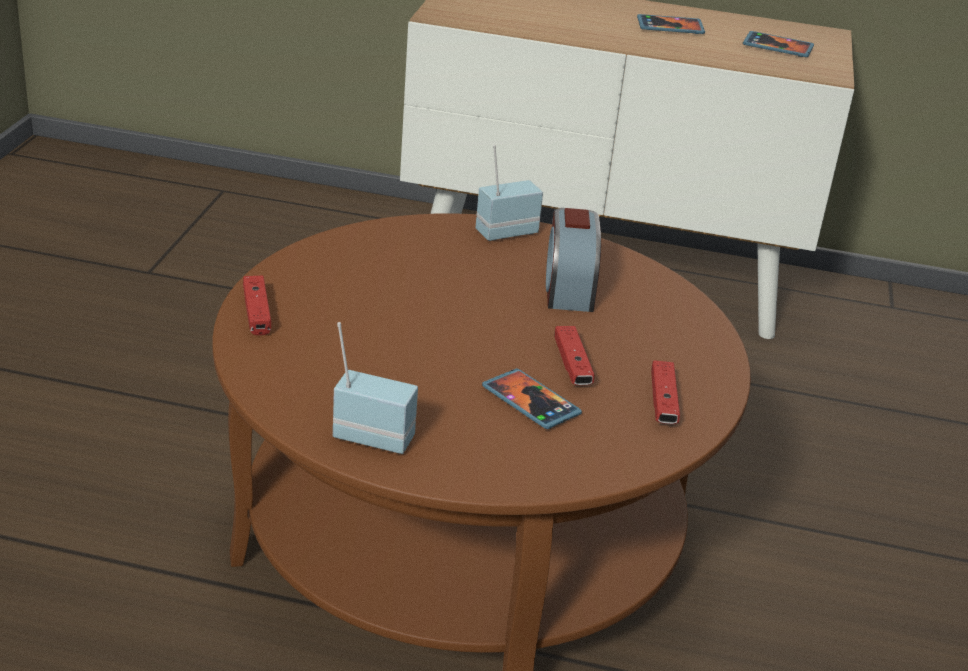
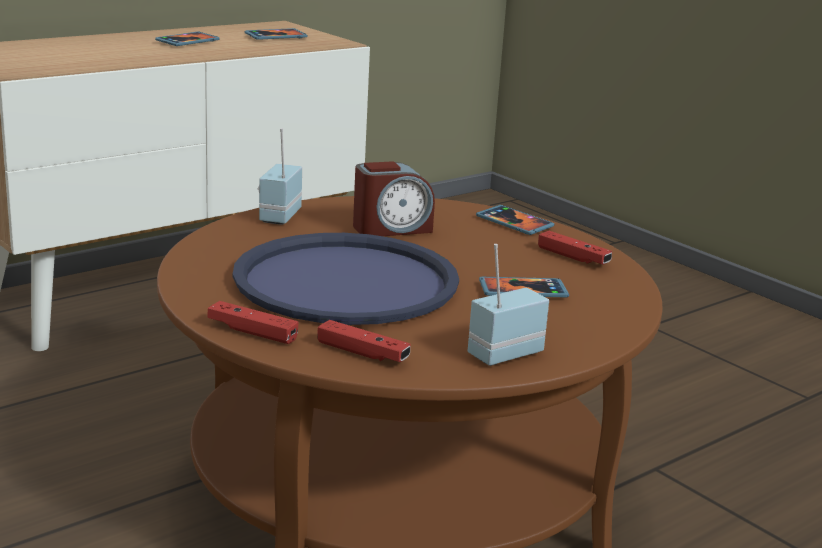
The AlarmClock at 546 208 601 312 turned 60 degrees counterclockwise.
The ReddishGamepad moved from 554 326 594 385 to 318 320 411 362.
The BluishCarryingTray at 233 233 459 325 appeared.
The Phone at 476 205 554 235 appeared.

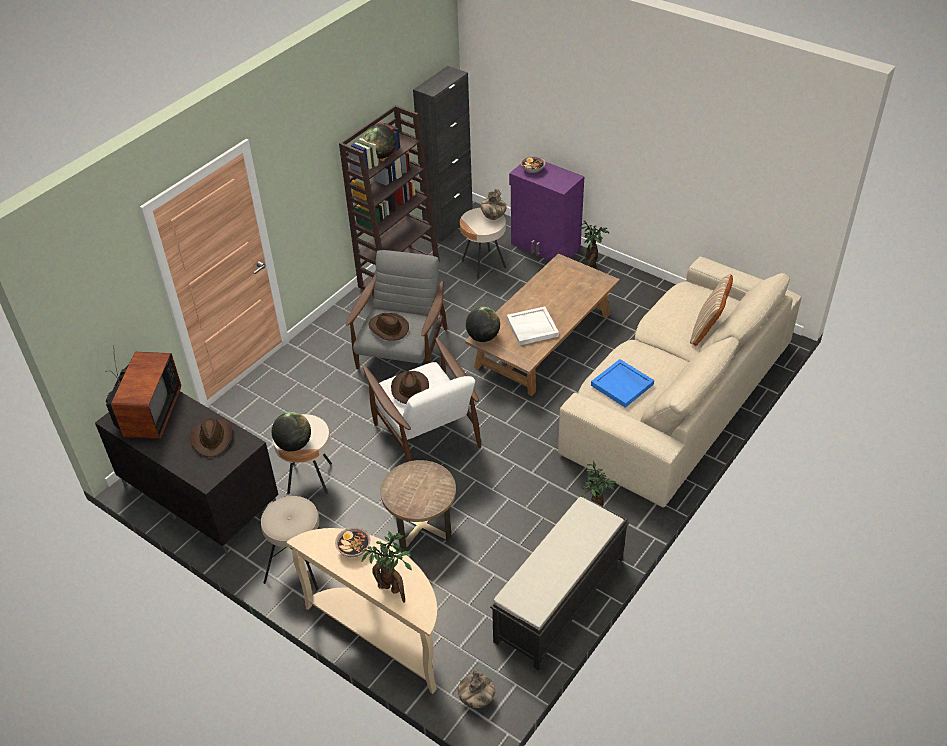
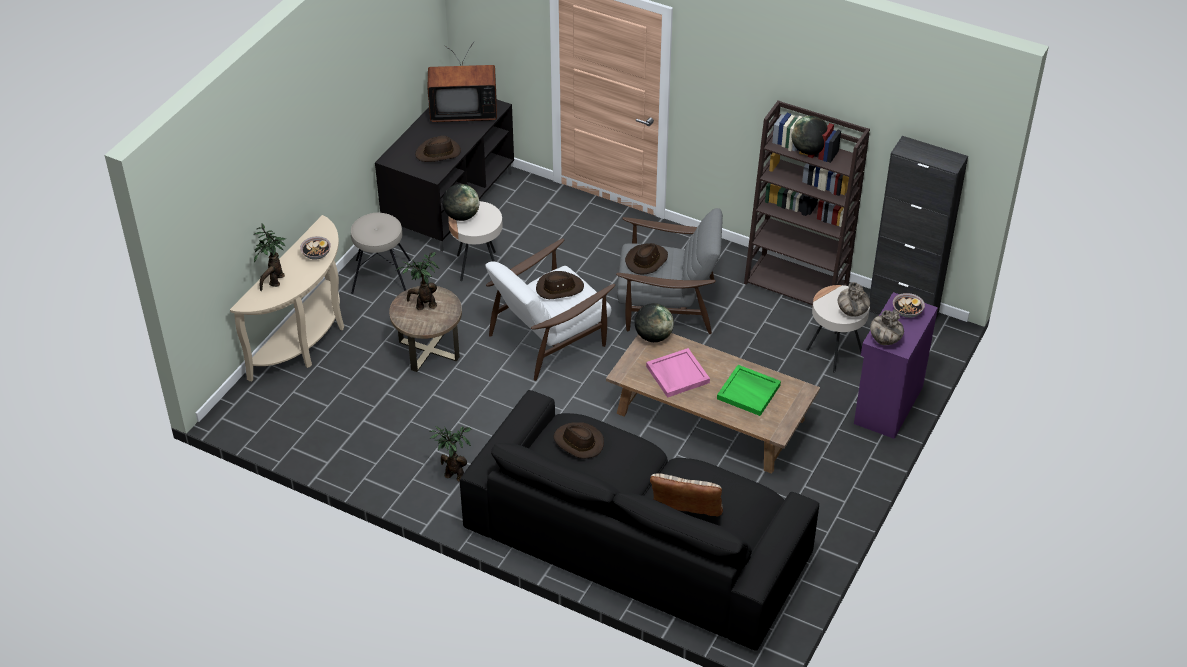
The DecorativeVase moved from 458 669 495 709 to 870 310 904 345.
The BlackLongSeat at 490 497 629 670 disappeared.
The WhitishCarryingTray at 507 307 559 345 became the PinkCarryingTray at 646 348 710 398.
The BeigeColouredSettee at 558 256 802 508 became the BlackSettee at 460 390 819 651.
The PlantInAPot moved from 579 220 610 269 to 396 252 439 310.
The BluishCarryingTray at 591 359 654 408 was replaced by the BrownClothingHat at 554 422 604 458.
The GreenishCarryingTray at 717 365 781 416 appeared.

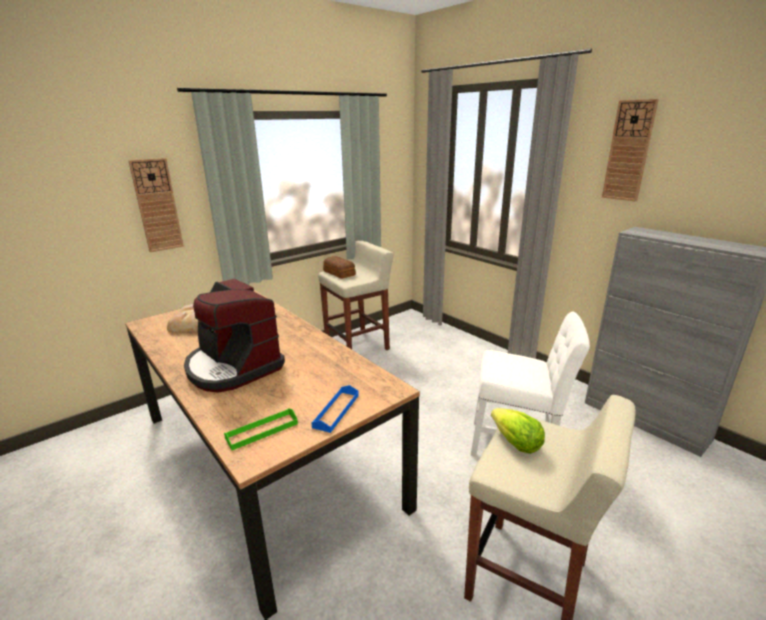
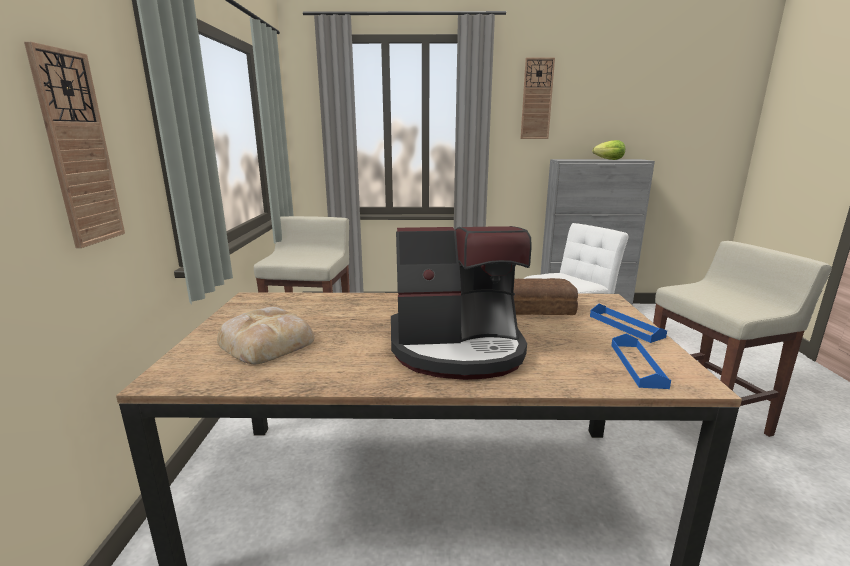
The GreenishCarryingTray at 224 408 298 450 became the BluishCarryingTray at 611 334 671 389.
The BakedBread moved from 323 256 356 279 to 514 278 578 315.
The Lettuce moved from 491 408 545 454 to 593 140 625 160.

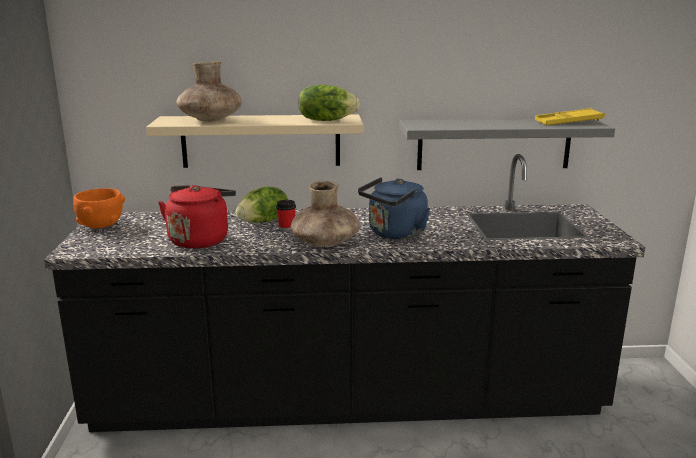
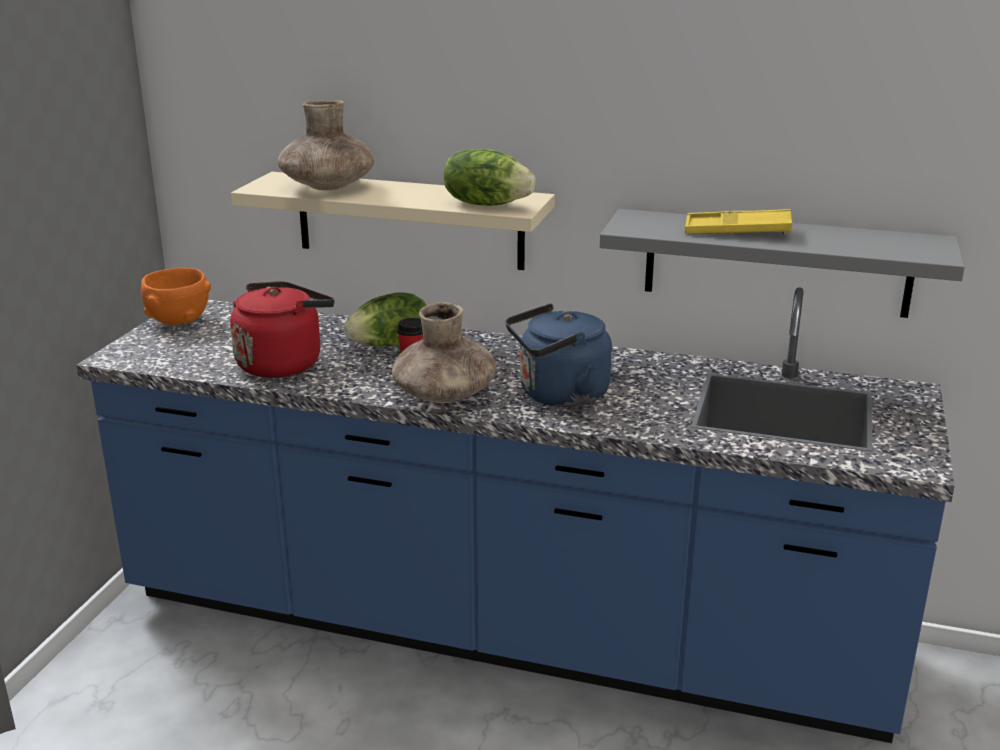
The BlackKitchenBaseUnit at 44 154 645 432 became the BluishKitchenBaseUnit at 76 287 955 743.
The YellowColouredCarryingTray moved from 535 108 605 125 to 685 209 792 234.

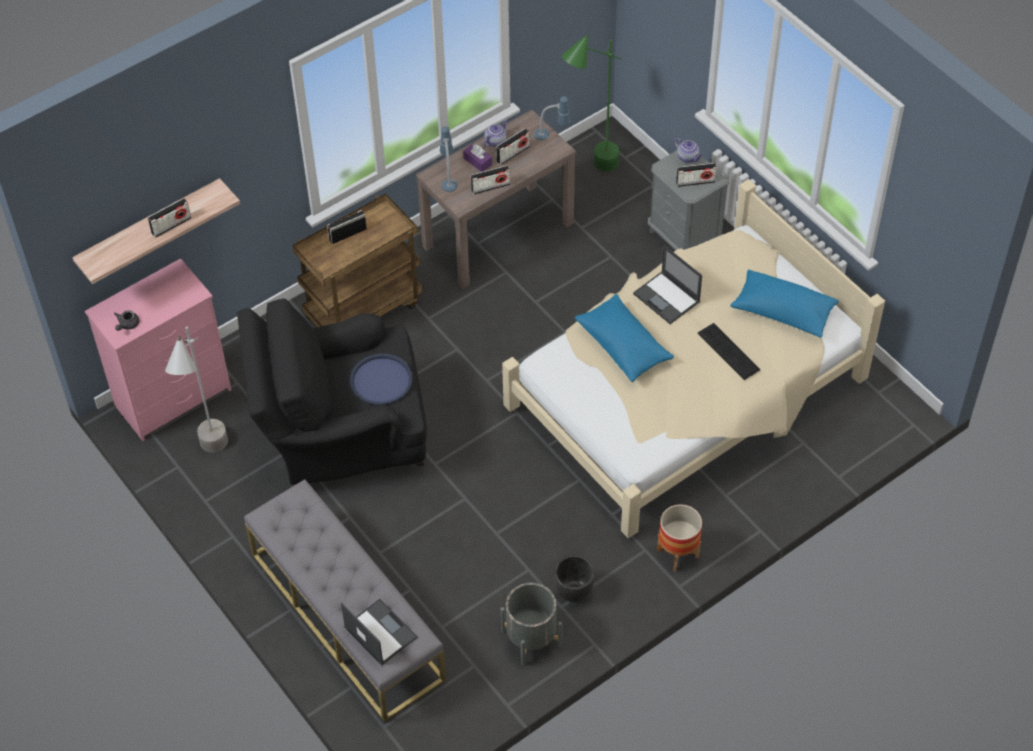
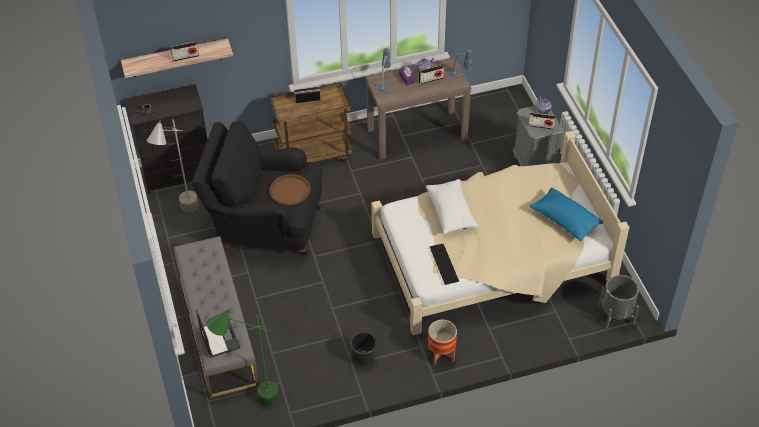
The PinkChestOfDrawers at 85 258 231 441 became the BlackChestOfDrawers at 126 84 208 194.
The BluishCarryingTray at 350 354 413 405 became the BrownCarryingTray at 269 174 311 205.
The RadioReceiver at 471 165 510 195 disappeared.
The GreyFlowerPot moved from 500 583 562 666 to 598 275 639 328.
The GreenishStandardLamp moved from 562 34 622 172 to 206 310 279 406.
The BluishCushion at 575 294 674 382 became the WhitishCushion at 426 179 478 234.
The PortableComputer at 633 245 702 324 disappeared.
The ComputerKeyboard moved from 698 323 760 380 to 430 244 459 285.

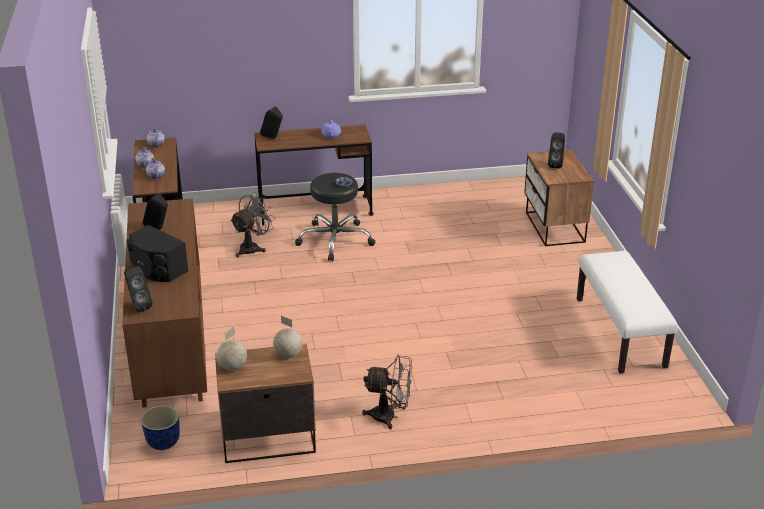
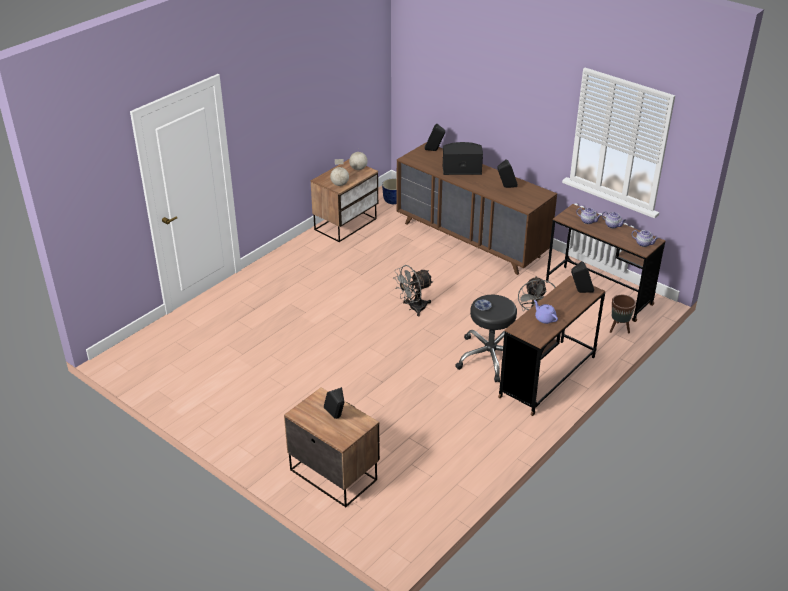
The GreyElectricFan moved from 362 355 412 429 to 393 265 433 316.
The WhitishLongSeat at 577 251 678 373 disappeared.
The BrownFlowerPot at 610 295 636 333 appeared.

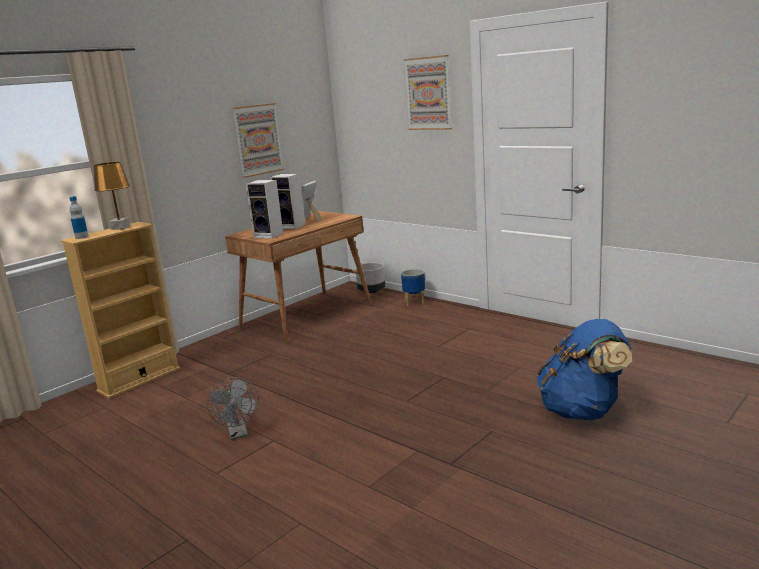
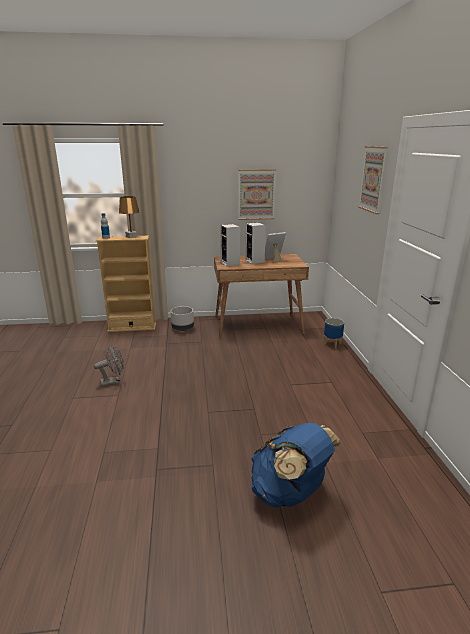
The GreyElectricFan at 207 377 259 440 turned 135 degrees counterclockwise.
The GreyFlowerPot moved from 355 263 385 293 to 171 306 194 331.

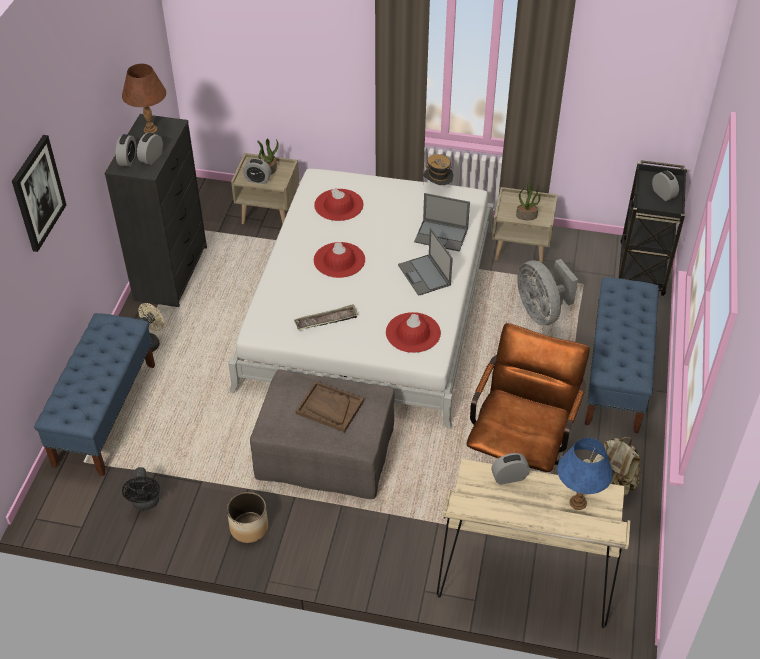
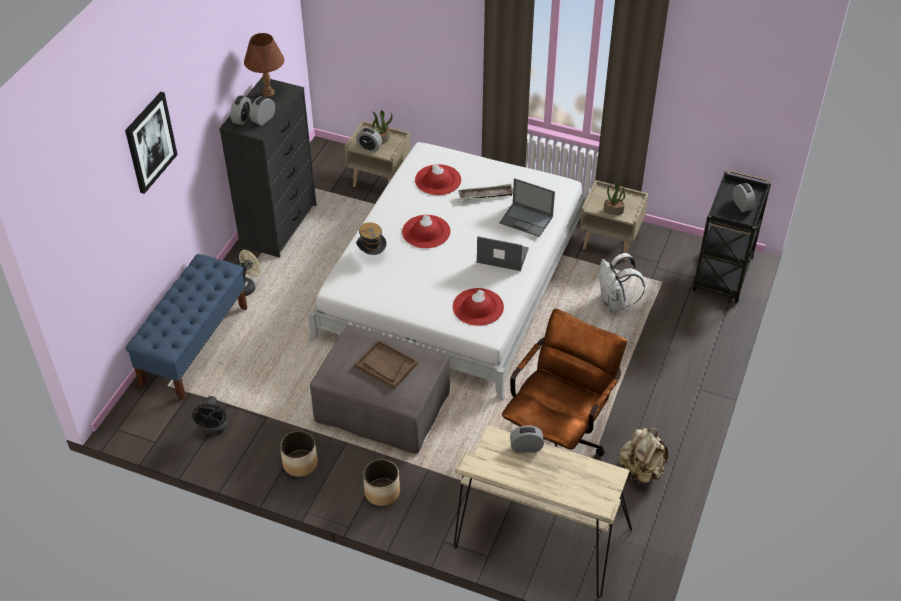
The CarryingTray moved from 294 304 359 331 to 458 184 513 200.
The PortableComputer at 398 228 453 296 turned 120 degrees clockwise.
The ClothingHat moved from 423 154 453 185 to 356 222 387 255.
The GreyElectricFan at 517 259 578 325 was replaced by the WhitishKnapsack at 598 253 645 312.
The BluishLampForATable at 557 438 613 510 disappeared.
The BluishLongSeat at 584 277 659 433 disappeared.
The FlowerPot at 363 459 400 506 appeared.

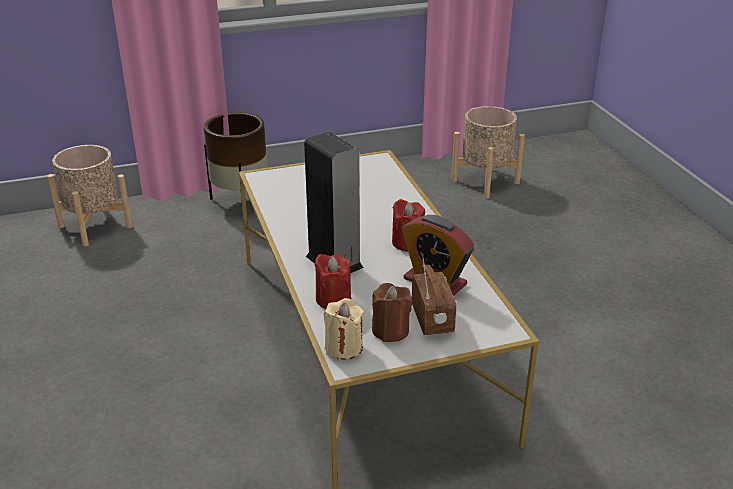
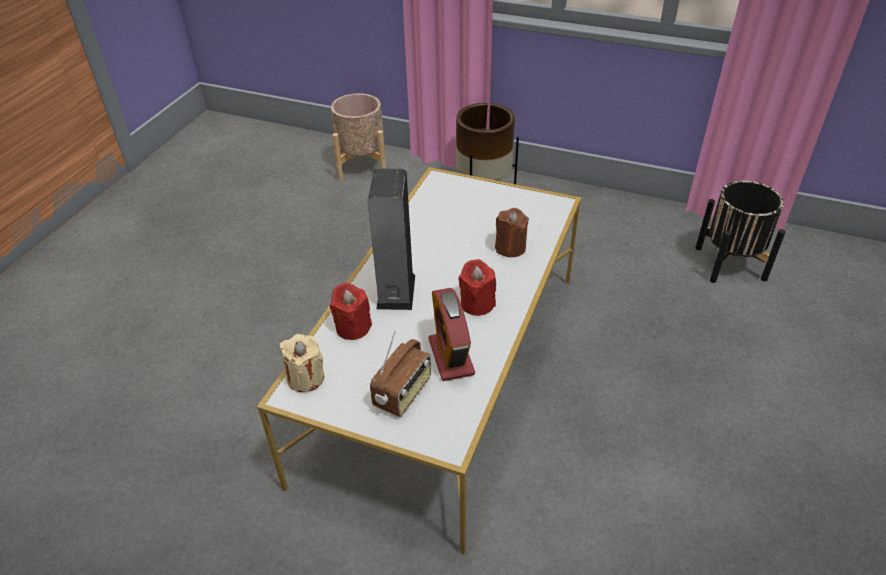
The BrownWaxLight moved from 372 283 412 342 to 495 208 529 257.
The BeigeColouredFlowerPot at 451 106 525 198 became the BlackFlowerPot at 695 181 786 283.

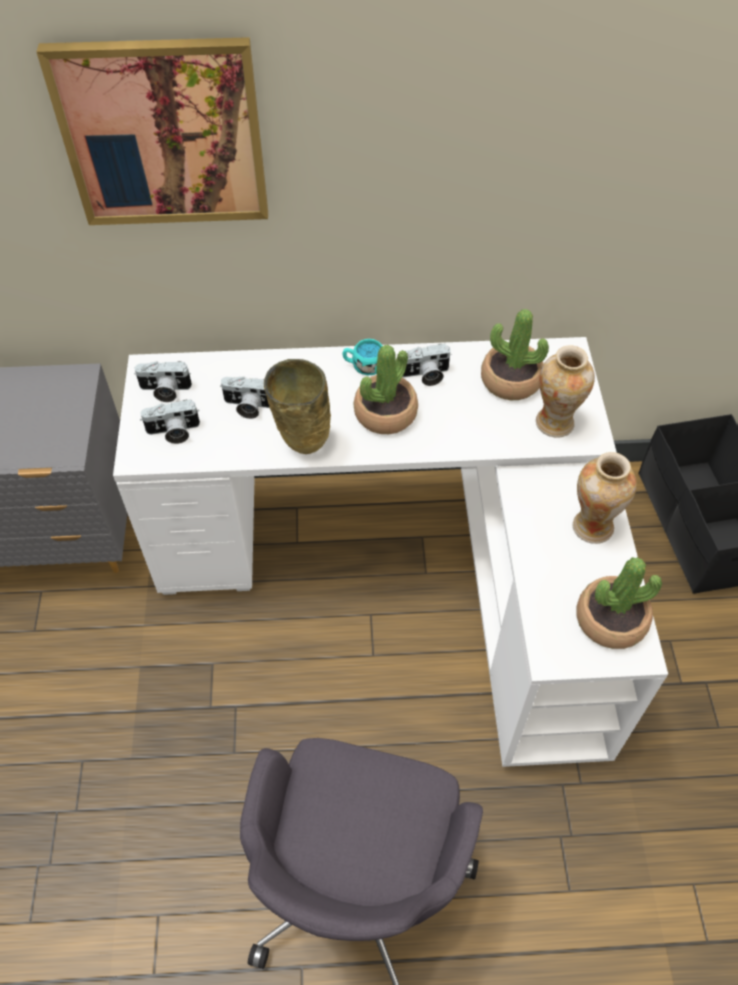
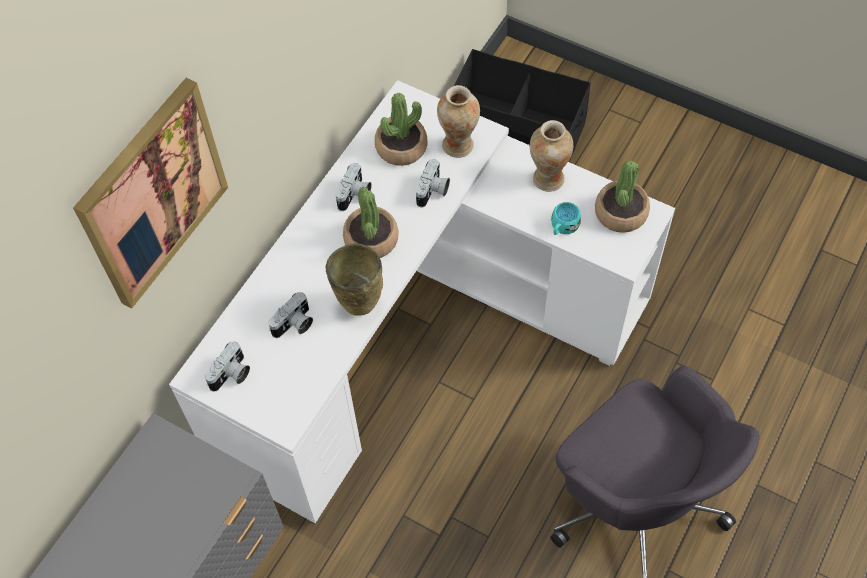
The StillCamera moved from 140 400 200 444 to 416 159 450 208.
The TurquoiseMug moved from 343 339 383 376 to 552 202 581 235.

